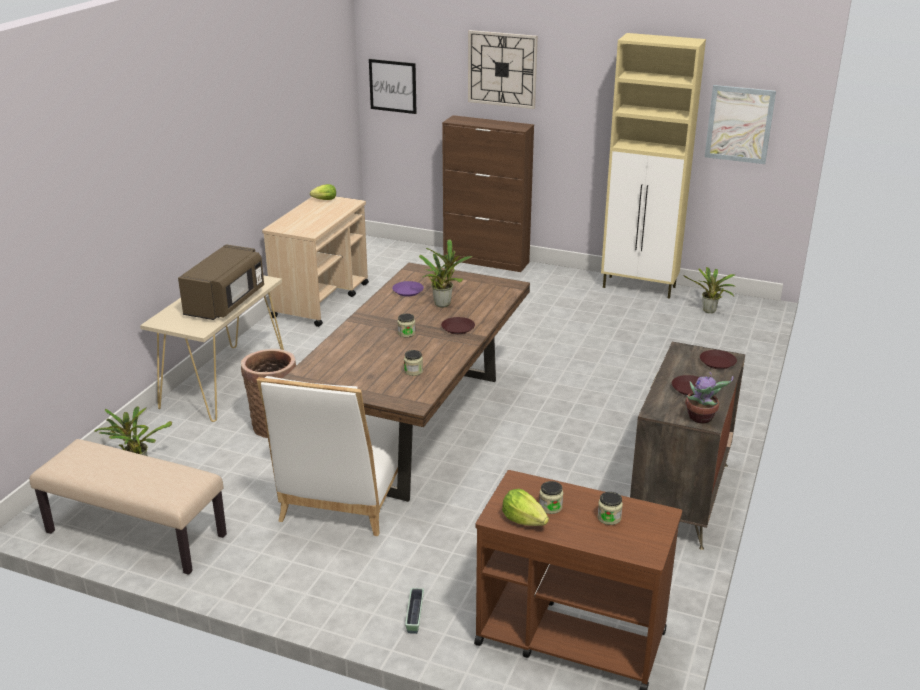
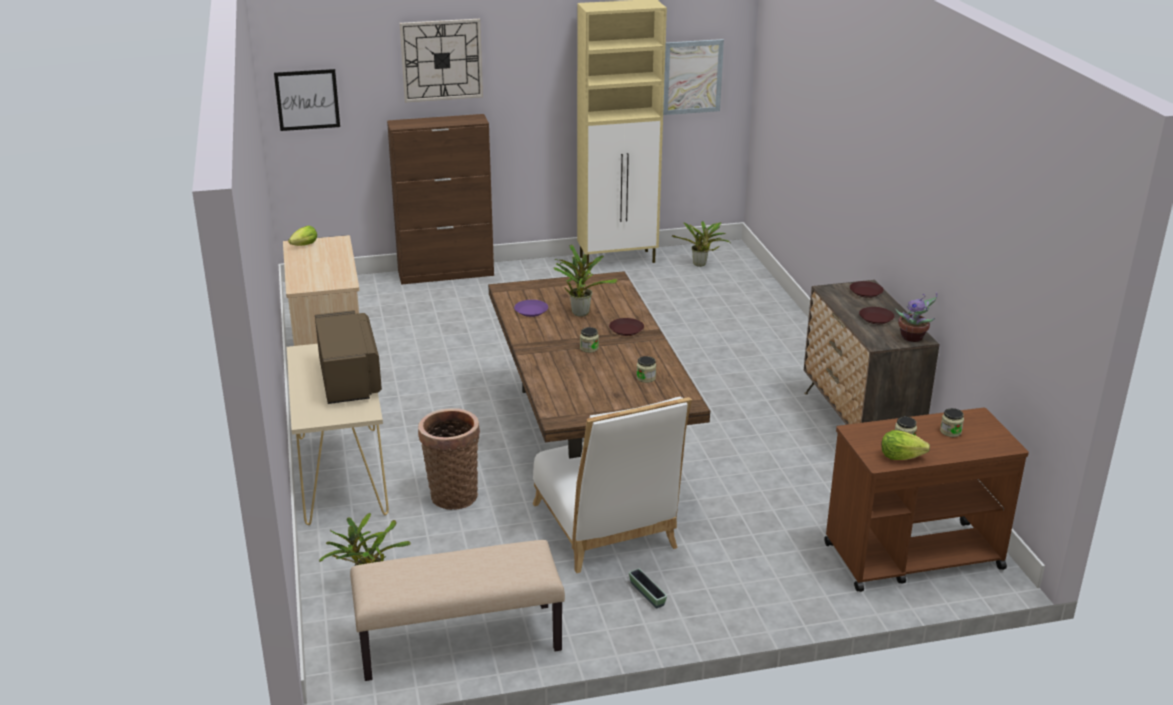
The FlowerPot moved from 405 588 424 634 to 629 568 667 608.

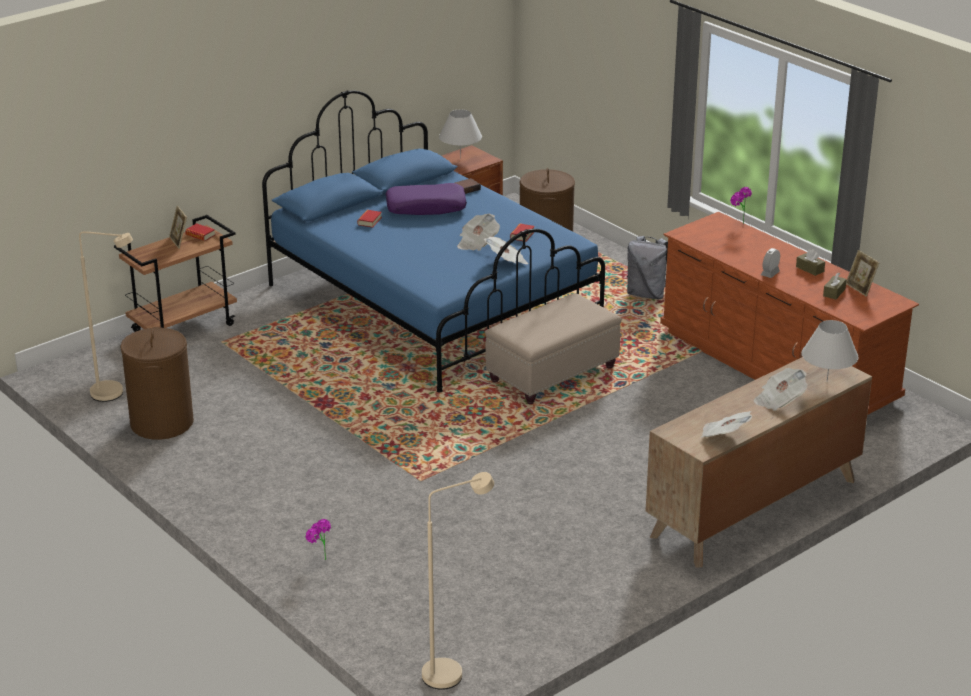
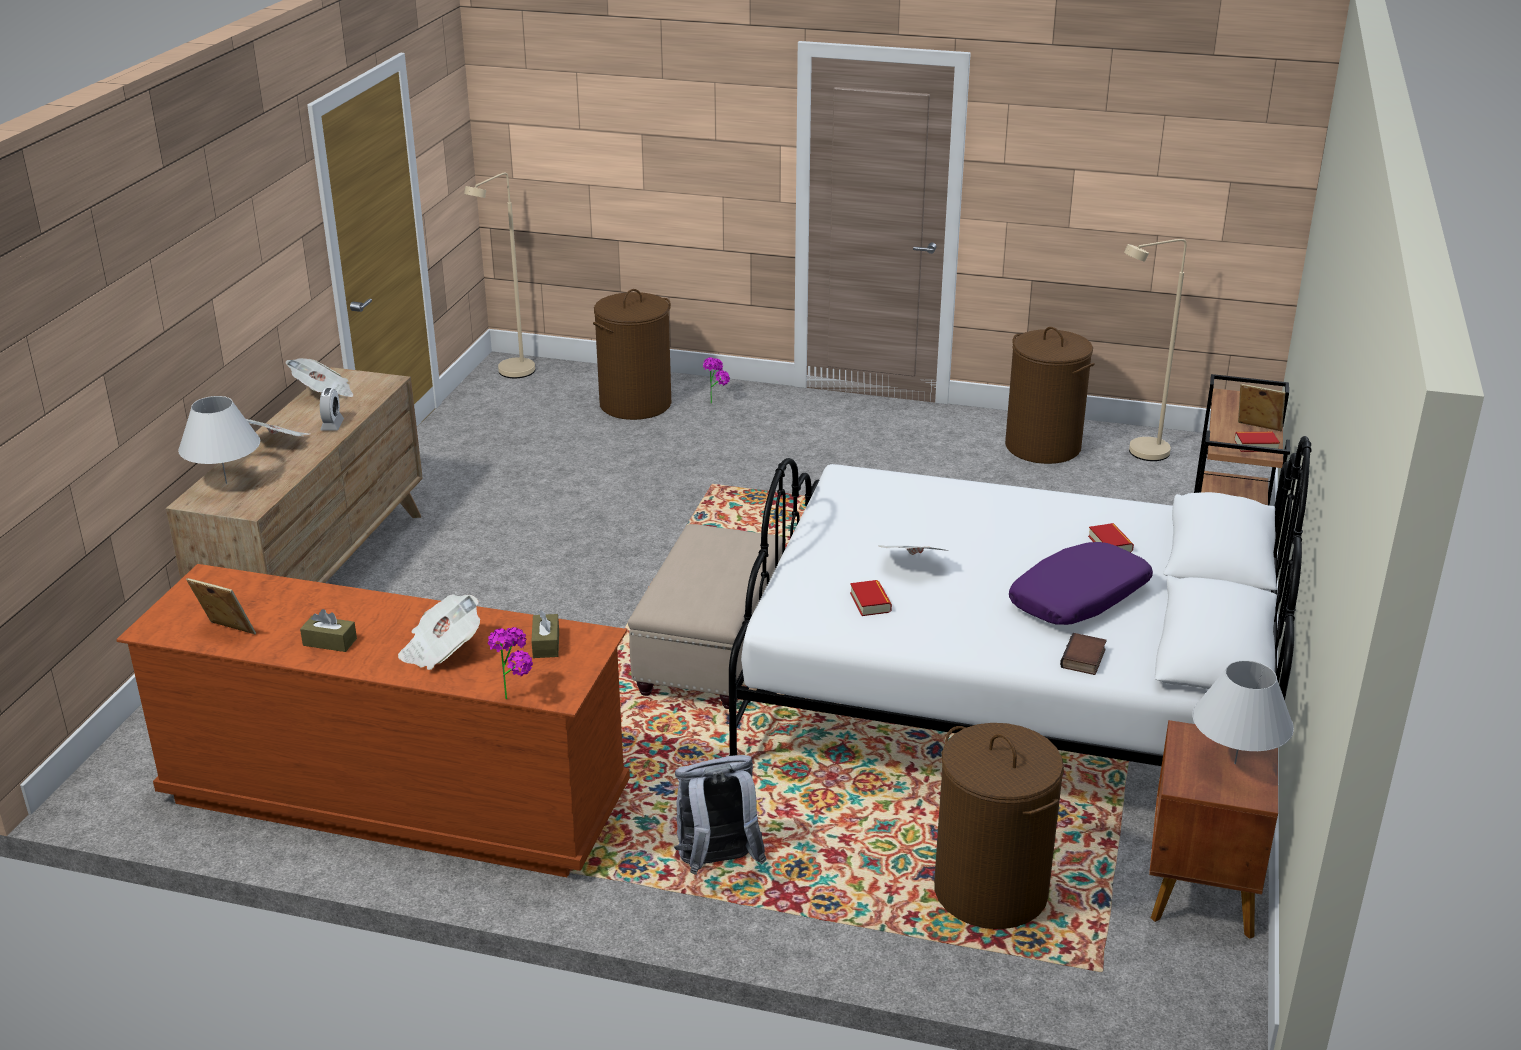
The BluishBed at 262 90 605 392 became the WhitishBed at 729 436 1312 766.
The Newspaper moved from 484 237 528 264 to 398 595 480 670.
The AlarmClock moved from 761 248 780 278 to 320 388 344 431.
The BrownTissueHolder moved from 823 272 847 299 to 531 610 559 658.
The BrownHamper at 593 289 671 420 appeared.

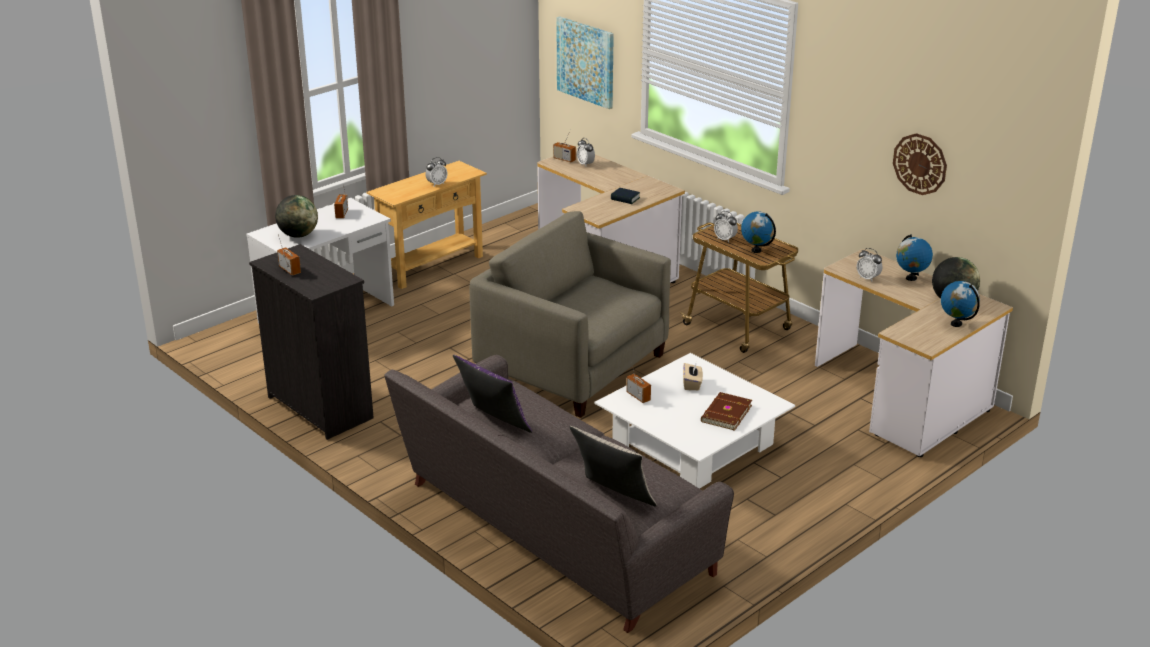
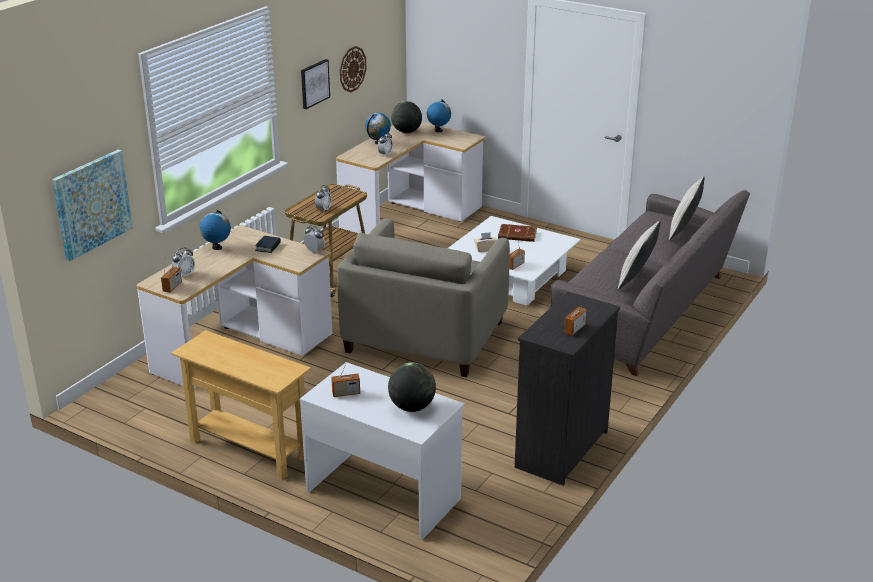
The AlarmClock moved from 425 157 447 186 to 304 225 325 253.
The PurpleCushion at 453 355 532 433 became the BeigeColouredCushion at 618 221 661 290.
The Globe moved from 741 211 776 253 to 200 210 231 250.
The WallArt at 301 59 330 109 appeared.

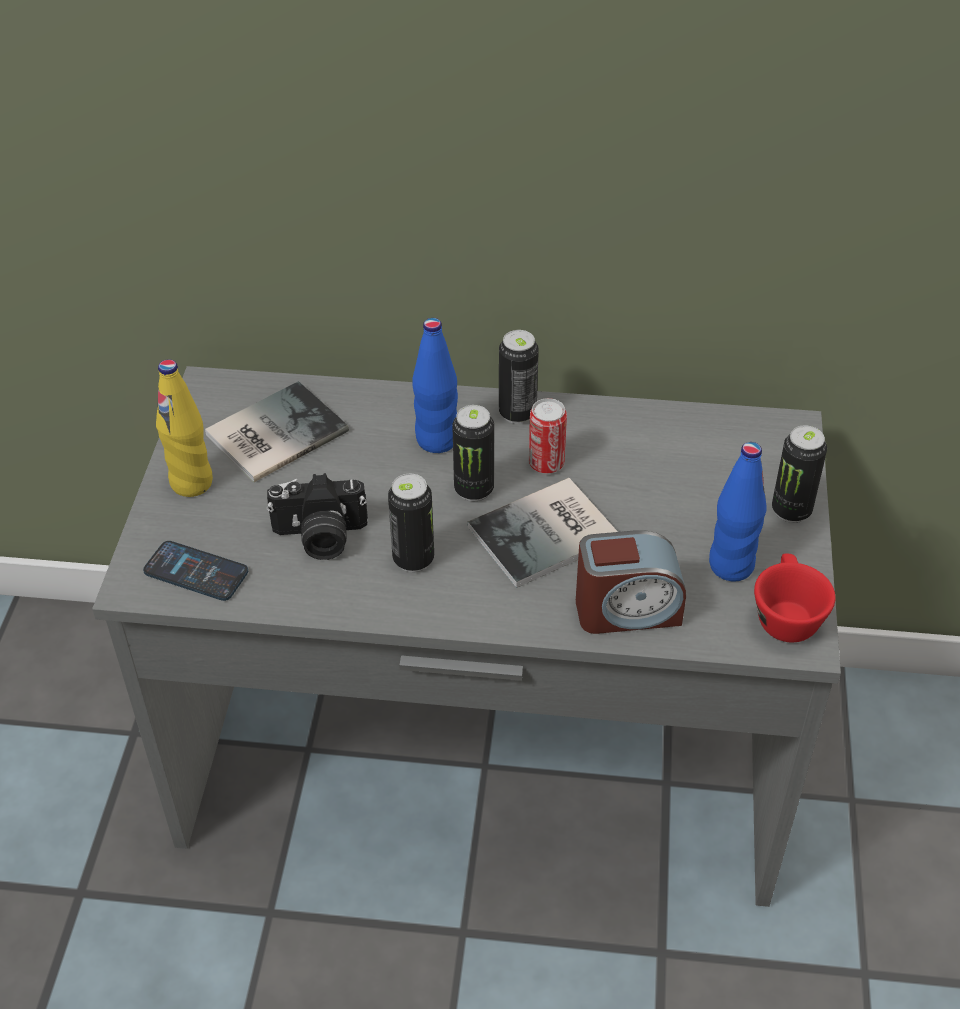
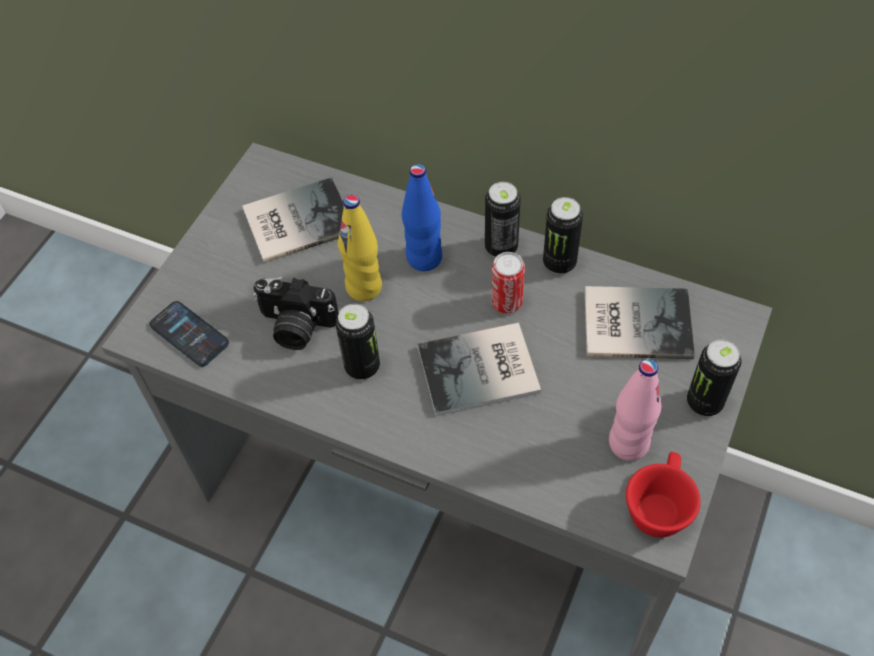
The YellowColouredDrinkBottle moved from 156 359 213 497 to 338 194 382 301.
The SealedCan moved from 452 405 494 501 to 543 197 583 274.
The AlarmClock at 576 530 686 634 disappeared.
The BluishDrinkBottle at 709 442 767 581 became the PinkDrinkBottle at 609 359 661 461.
The Volume at 585 286 695 359 appeared.

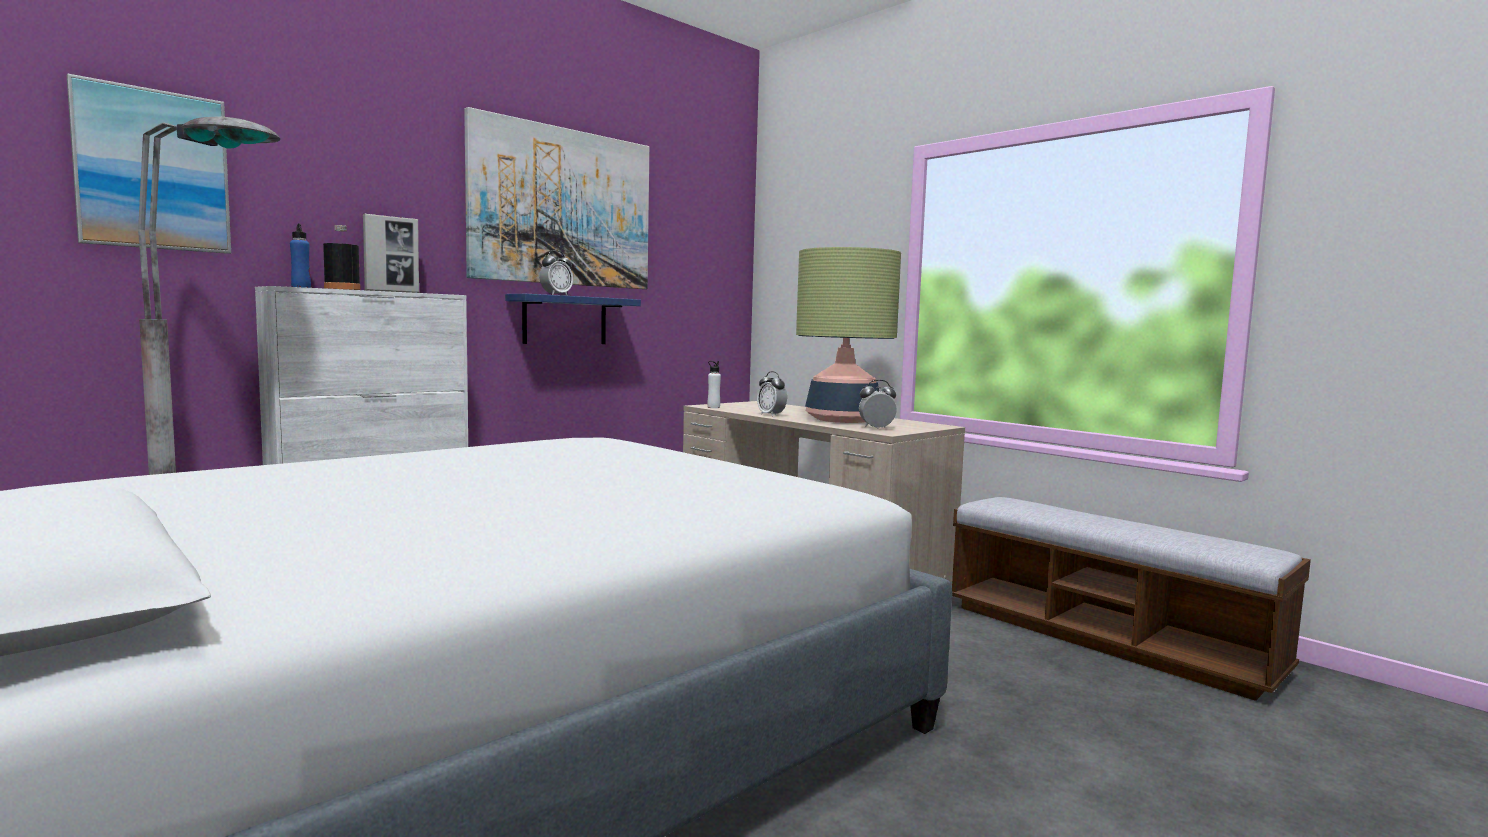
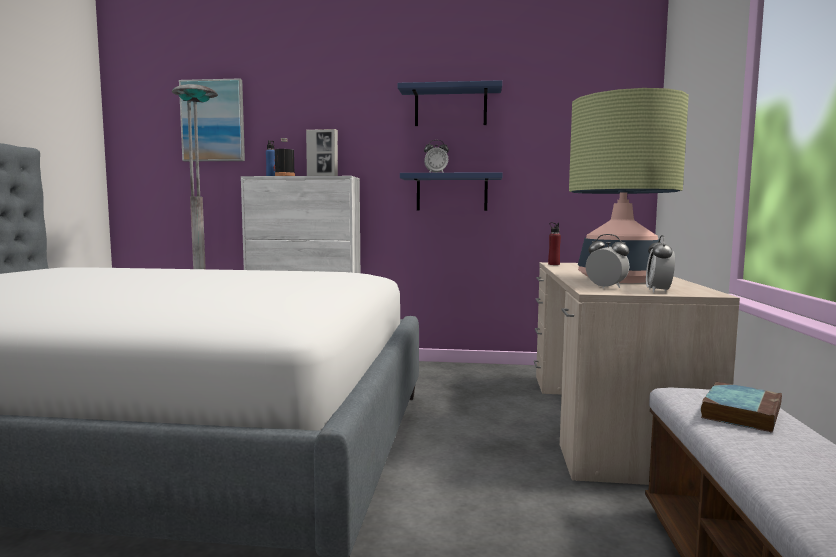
The WallArt at 464 107 649 289 was replaced by the BluishShelf at 398 80 502 126.
The WhitishDrinkBottle at 707 361 721 408 became the ReddishDrinkBottle at 548 222 561 265.
The AlarmClock moved from 757 371 787 417 to 646 235 675 293.
The Volume at 701 382 782 433 appeared.

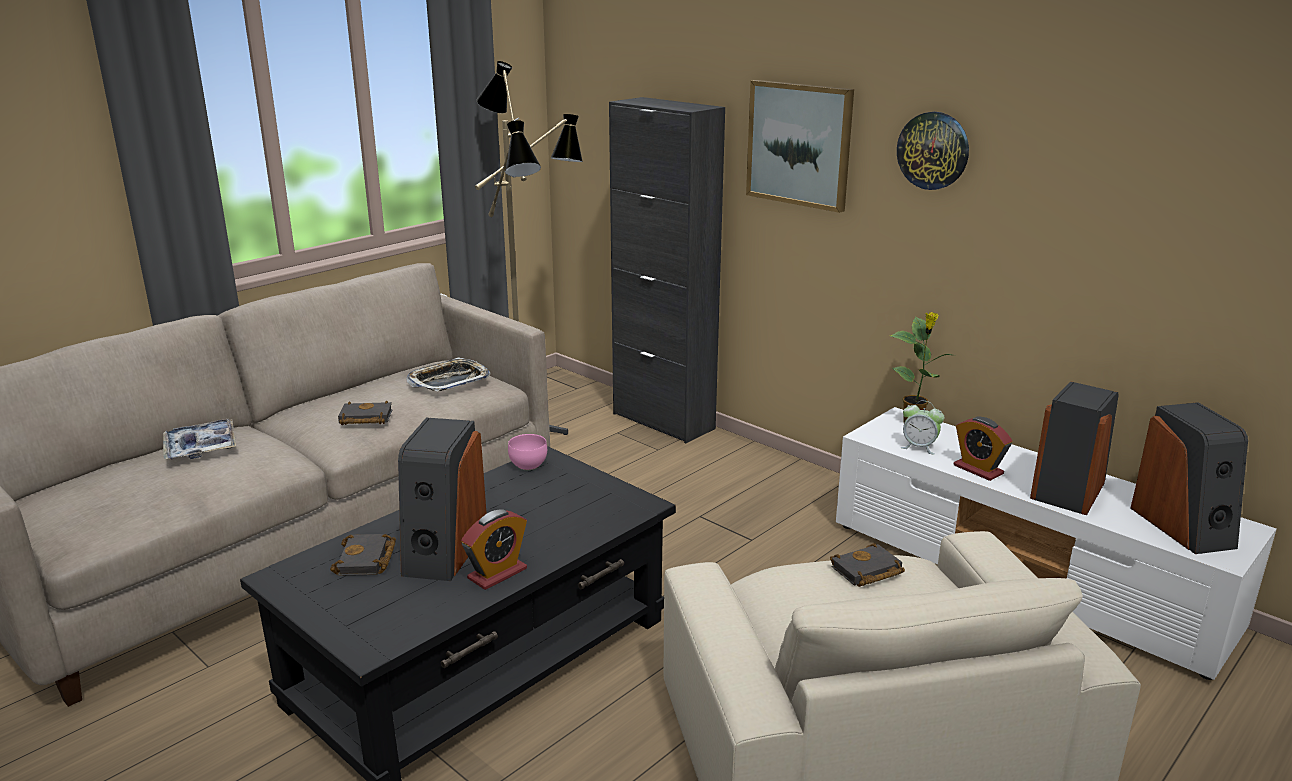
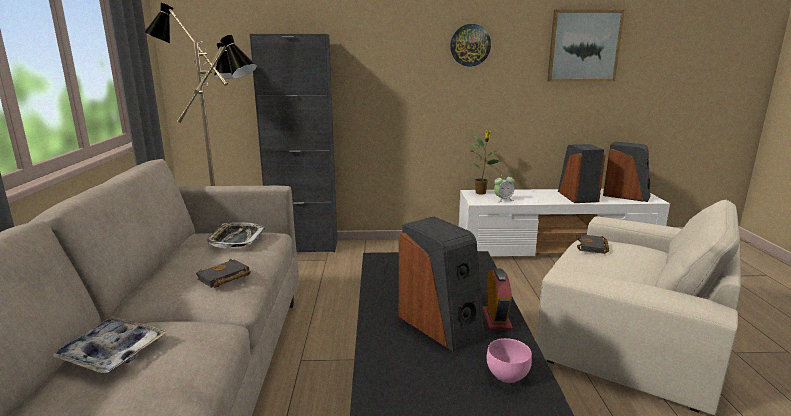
The BlackVolume at 330 534 396 576 disappeared.
The PinkServingBowl moved from 508 434 547 470 to 487 338 532 383.
The WallArt moved from 746 80 854 213 to 547 10 625 82.
The AlarmClock at 954 417 1012 481 disappeared.

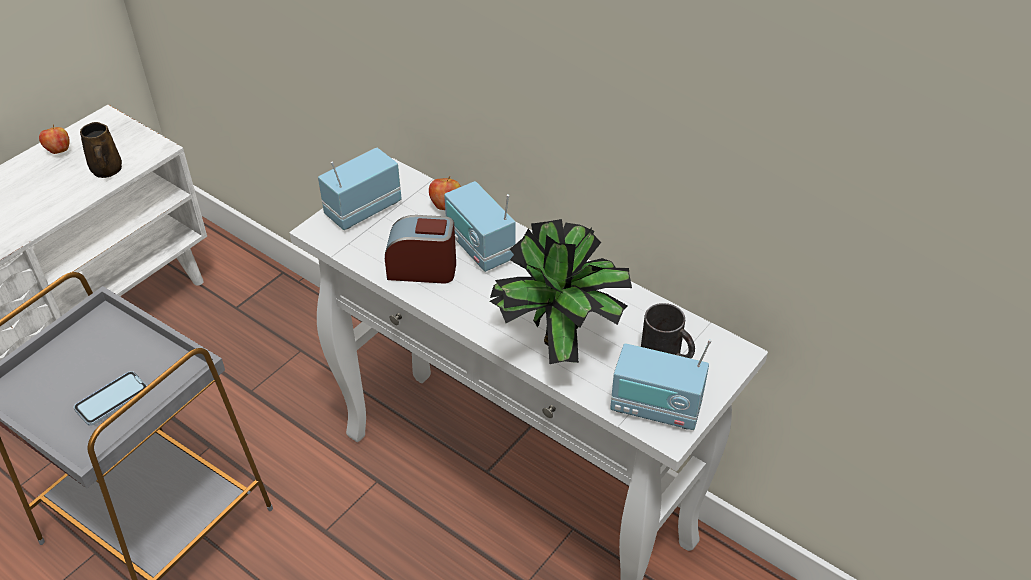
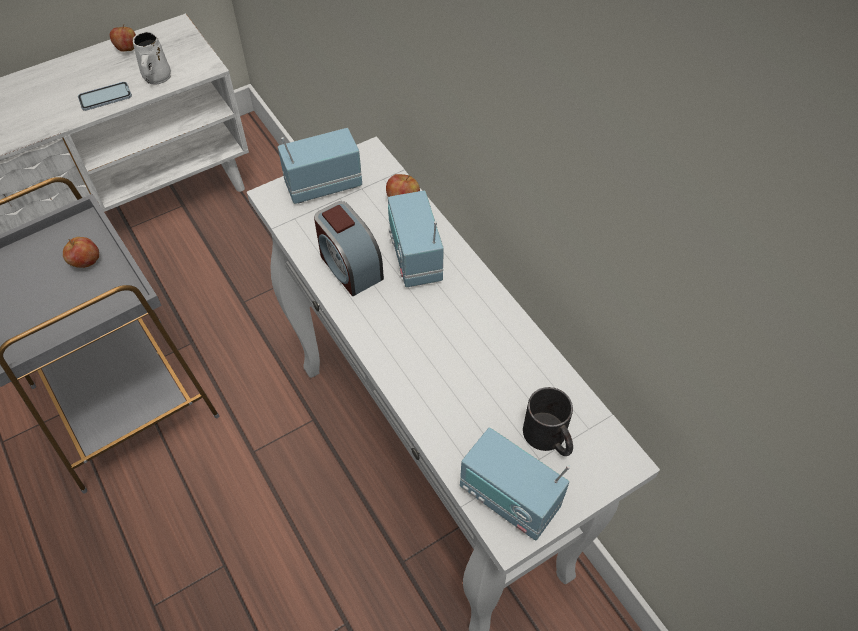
The Phone moved from 74 371 147 426 to 78 82 132 111.
The BrownMug at 80 122 122 178 became the WhitishMug at 133 31 171 84.
The AlarmClock at 385 215 456 284 turned 150 degrees counterclockwise.
The PlantInAPot at 490 219 632 364 disappeared.
The AppleFruit at 63 237 99 268 appeared.

